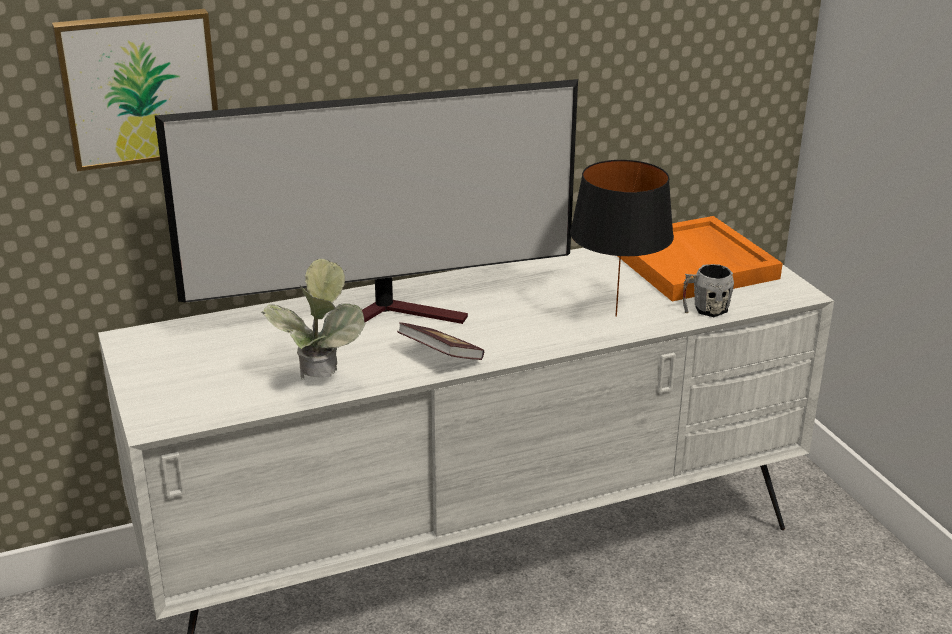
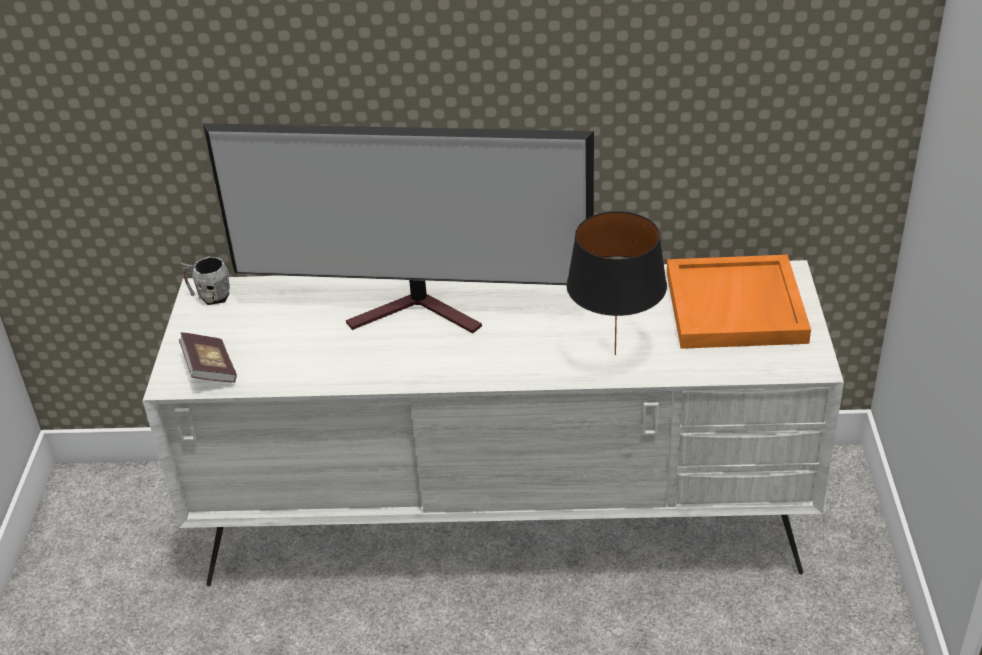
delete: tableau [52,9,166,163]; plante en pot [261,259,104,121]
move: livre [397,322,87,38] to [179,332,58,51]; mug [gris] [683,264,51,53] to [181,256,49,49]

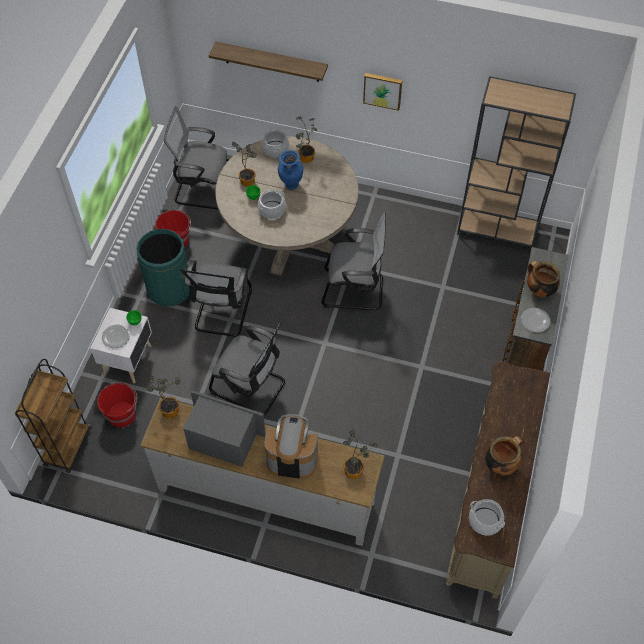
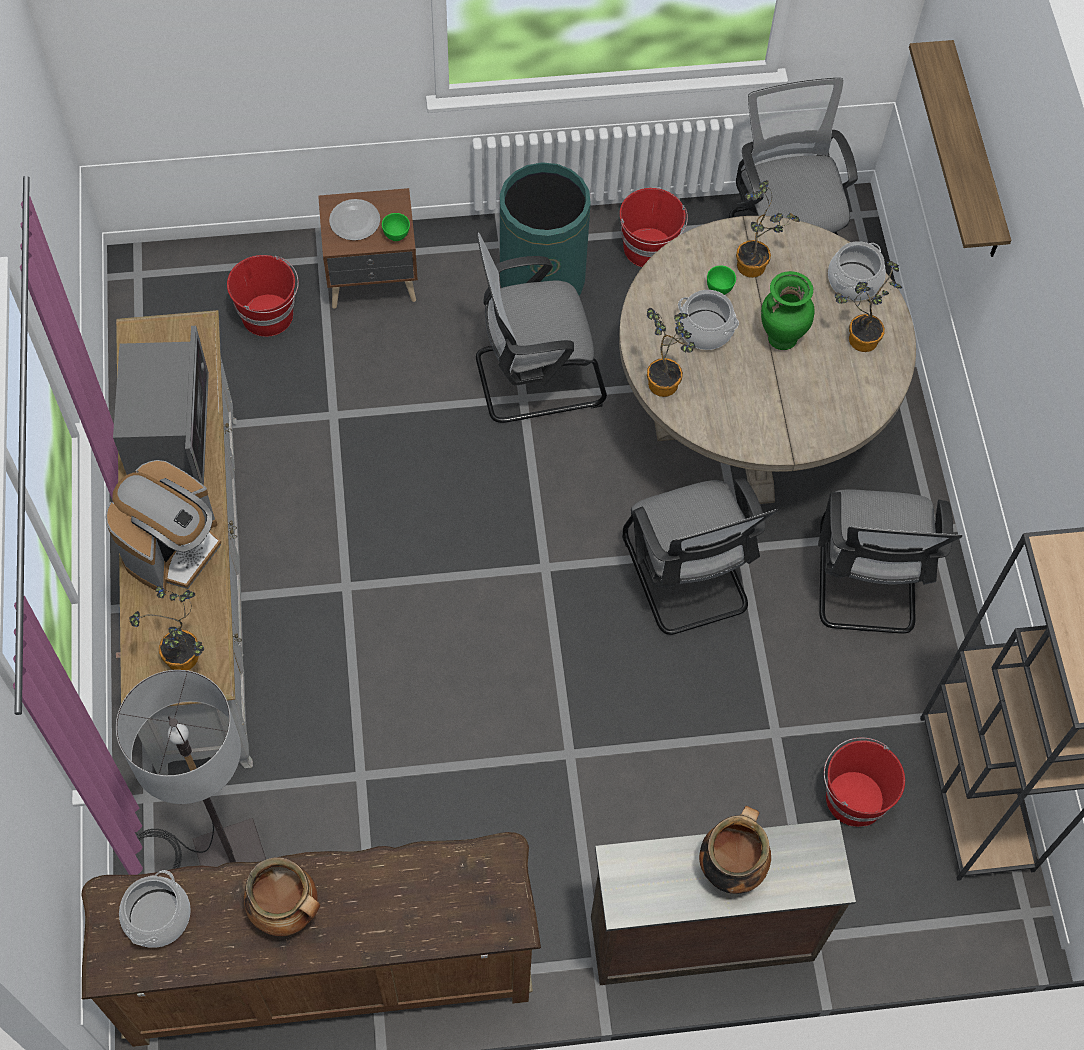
delete: chariot [marron] [15,359,76,114]; tableau [363,73,39,38]; assiette [521,308,29,24]
insert: lampadaire [116,670,150,199]; seau [rouge] [824,738,81,89]
move: plante en pot [146,376,35,42] to [647,308,49,89]; chaise [209,323,76,92] to [818,489,144,145]
recolor: table de chevet [blanc] [90,308,62,75] to table de chevet [marron] [318,188,100,121]; vase [bleu] [278,150,25,40] to vase [vert] [761,271,53,79]
rotate: machine à café [264,414,54,65] = [105,460,116,134] 45 degrees clockwise

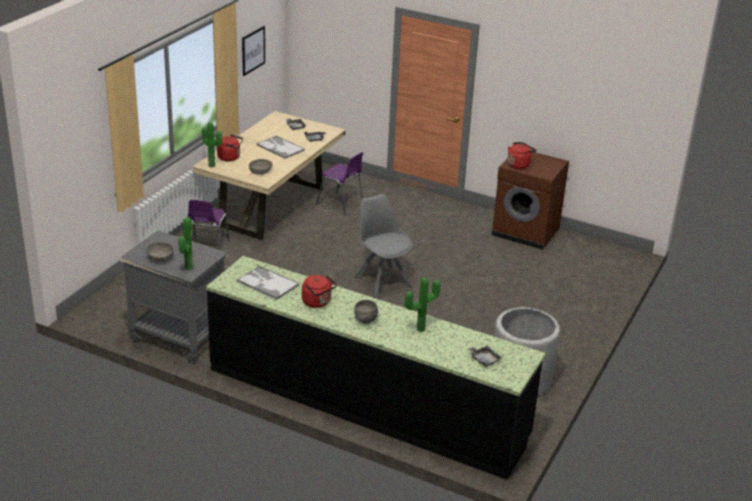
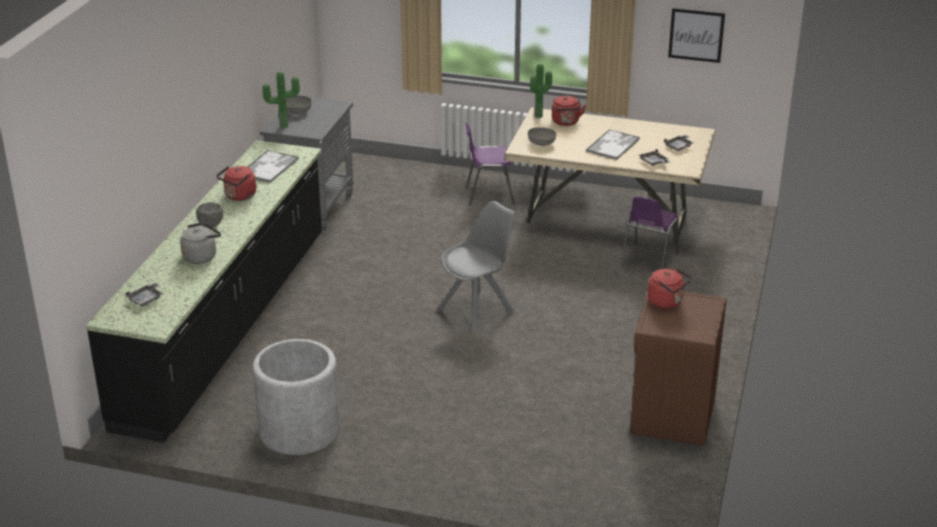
replace: plante en pot [404,278,36,54] to bouilloire [gris] [180,222,41,42]

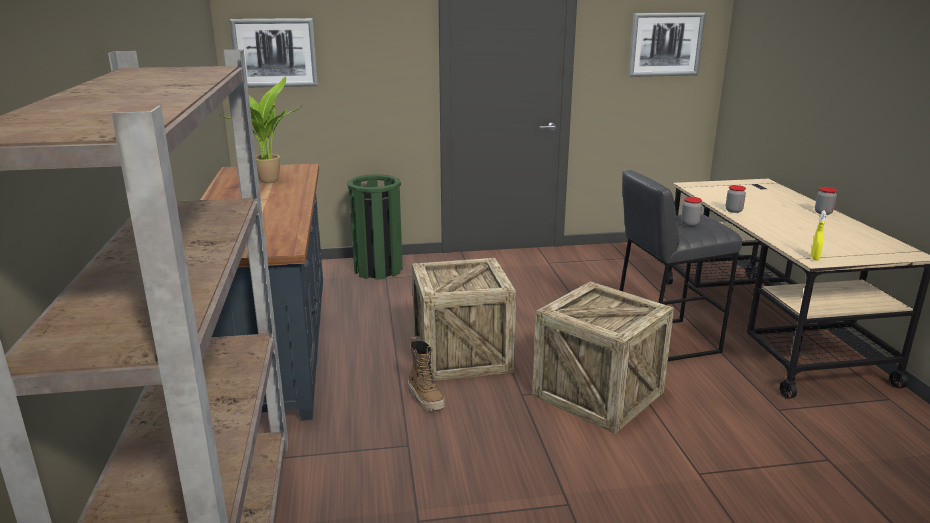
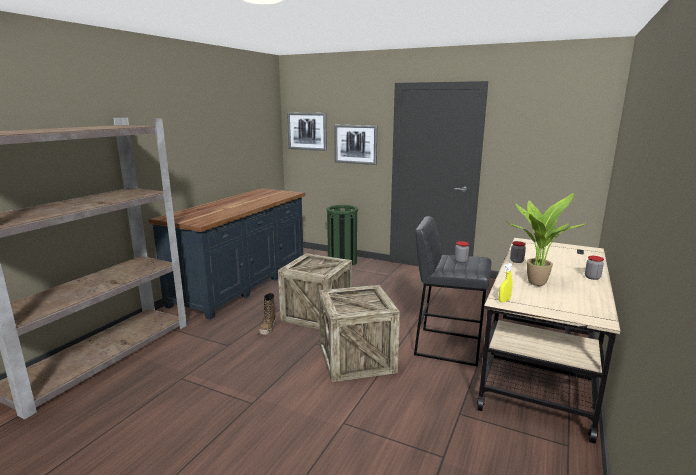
move: plante en pot [218,76,82,107] to [507,193,81,93]; tableau [628,13,78,64] to [334,125,43,40]

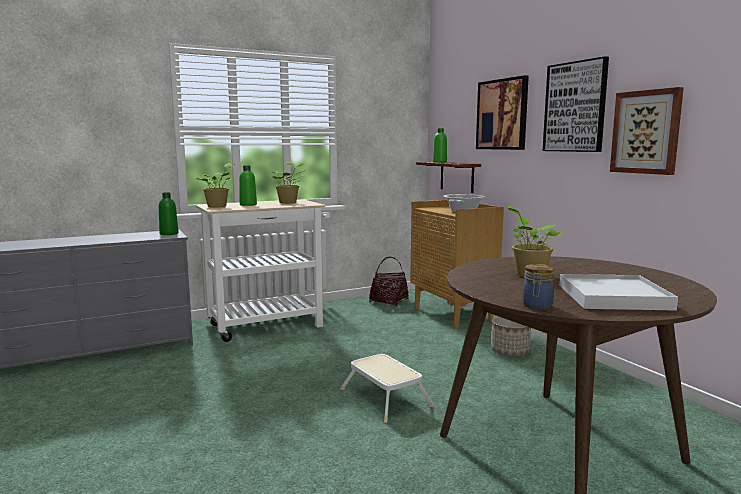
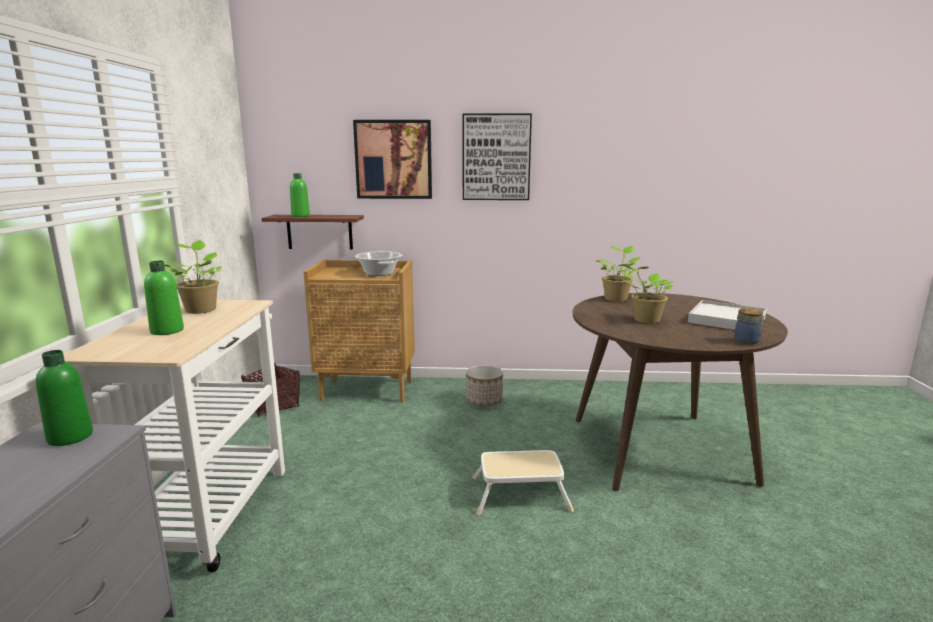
delete: tableau [610,87,74,88]
move: plante en pot [199,163,36,44] to [596,246,44,56]

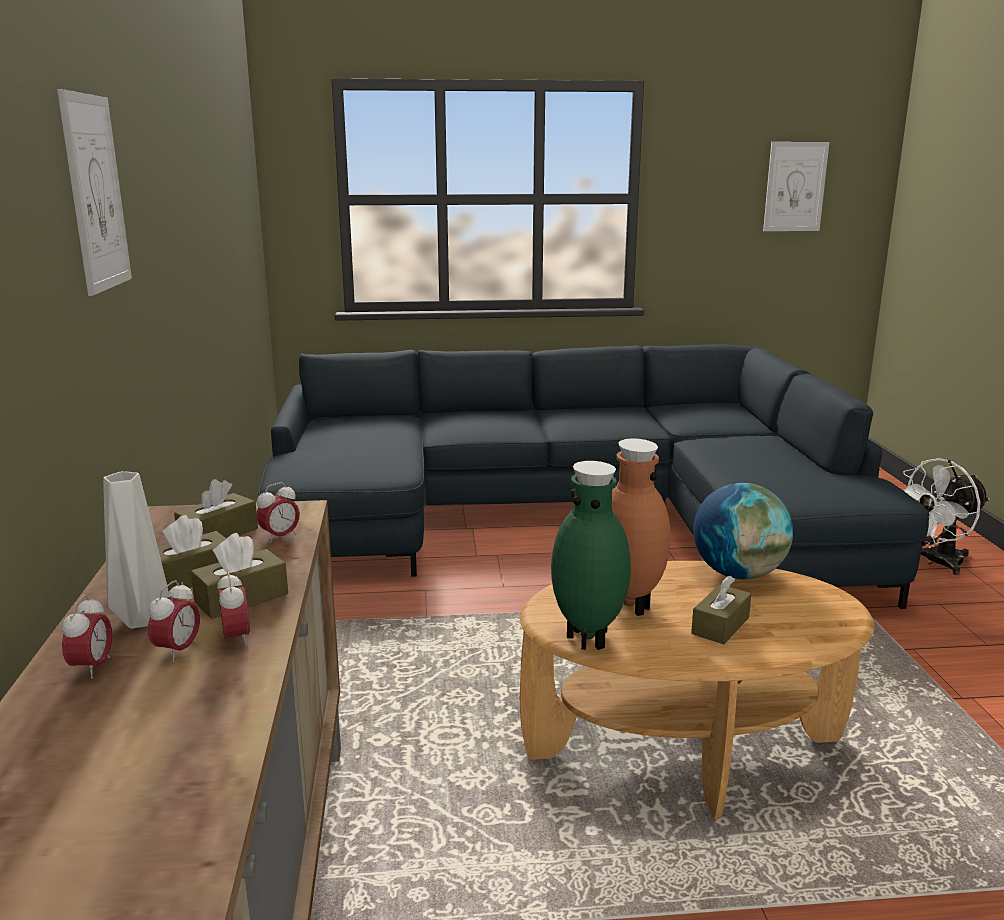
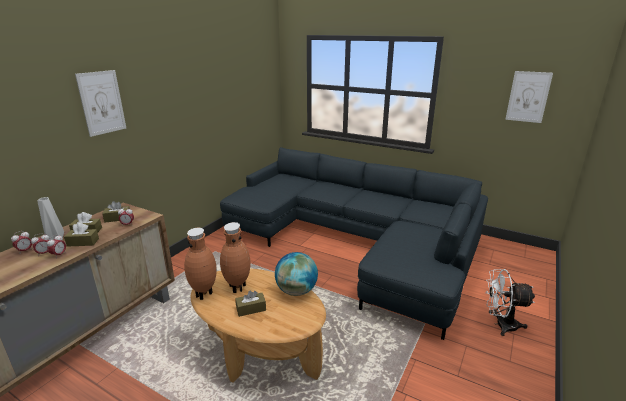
recolor: vase [vert] [551,461,80,189] to vase [marron] [184,228,33,72]

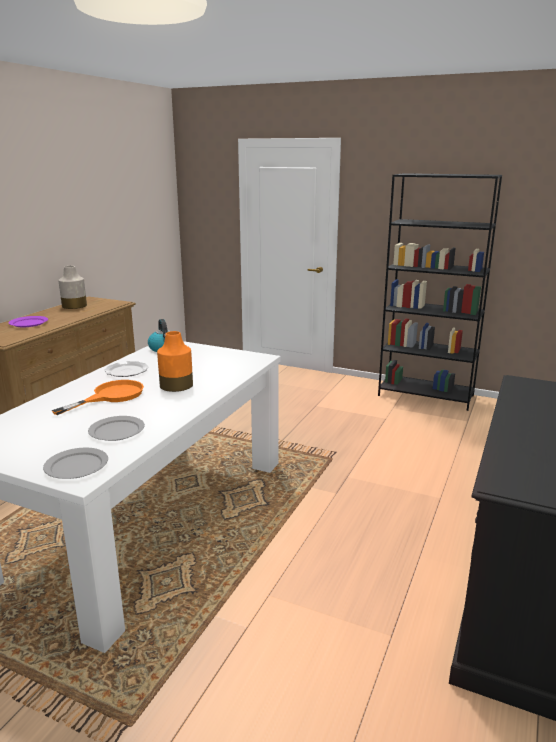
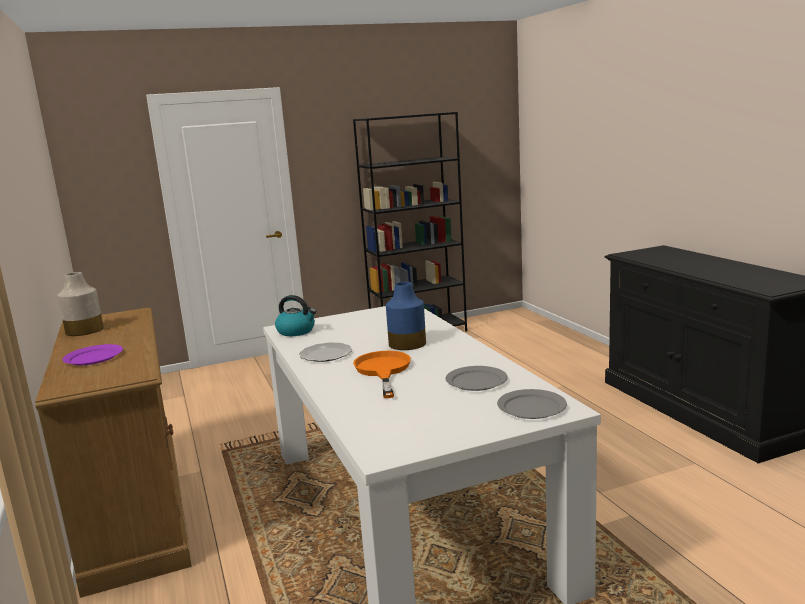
recolor: vase [orange] [157,331,36,61] to vase [bleu] [386,282,40,68]

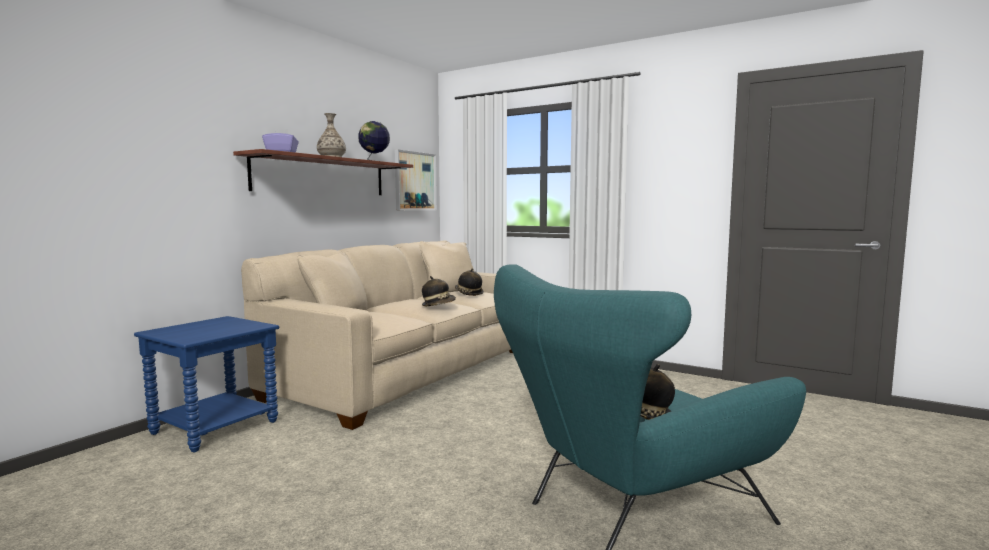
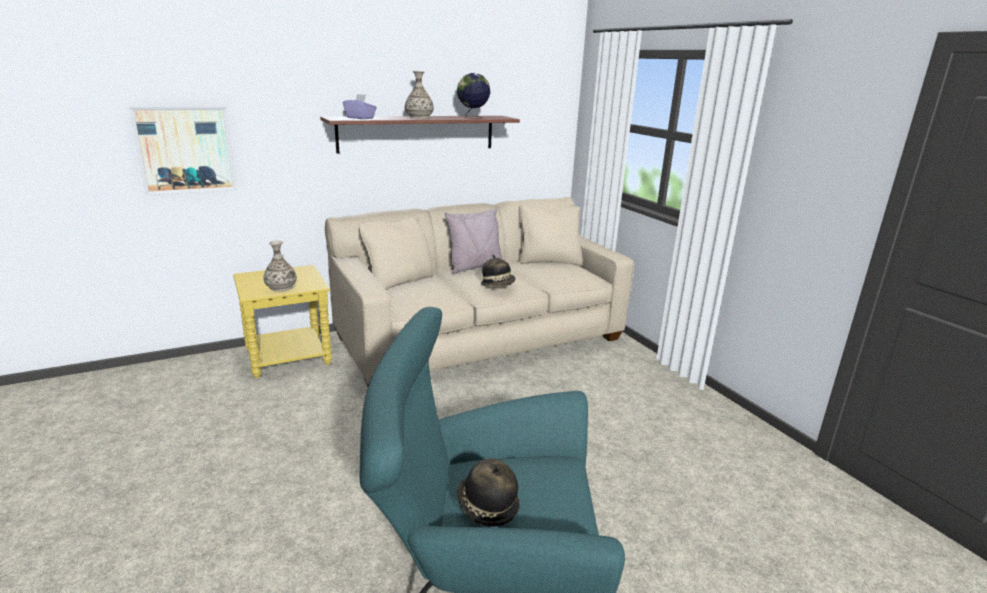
delete: chapeau [455,269,29,27]
insert: vase [264,241,33,51]; coussin [violet] [445,208,57,66]
move: tableau [395,149,42,62] to [129,106,108,89]
recolor: table d'appoint [bleu] [134,316,145,136] to table d'appoint [jaune] [233,265,99,113]

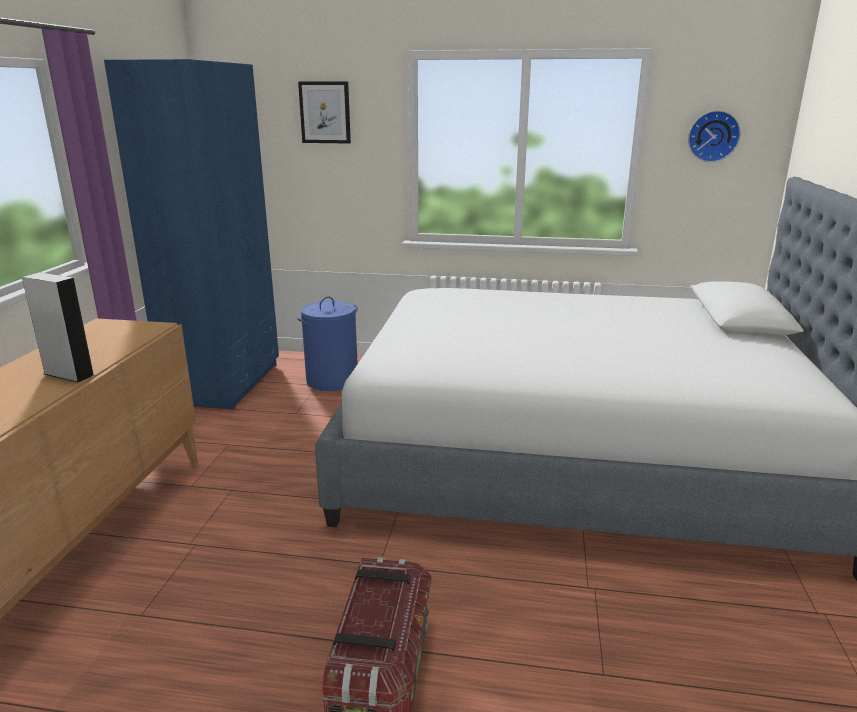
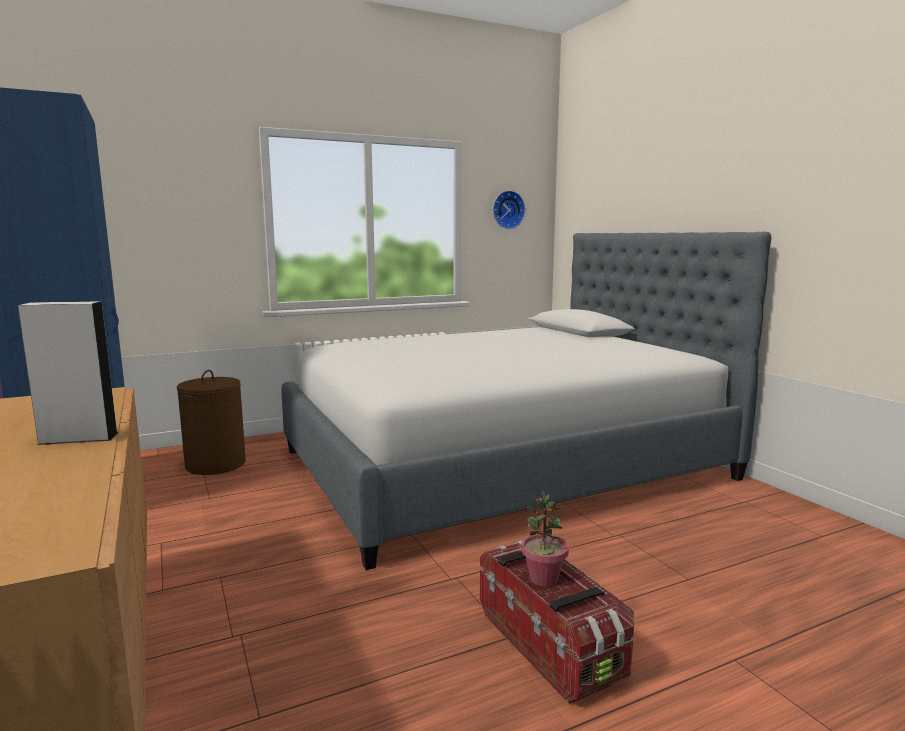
delete: tableau [298,81,53,63]
insert: plante en pot [522,491,47,96]
recolor: panier à linge [bleu] [297,297,61,94] to panier à linge [marron] [177,370,69,105]

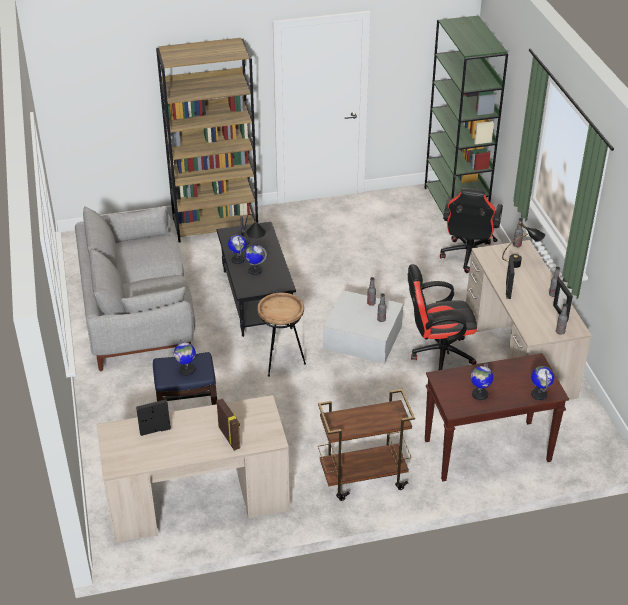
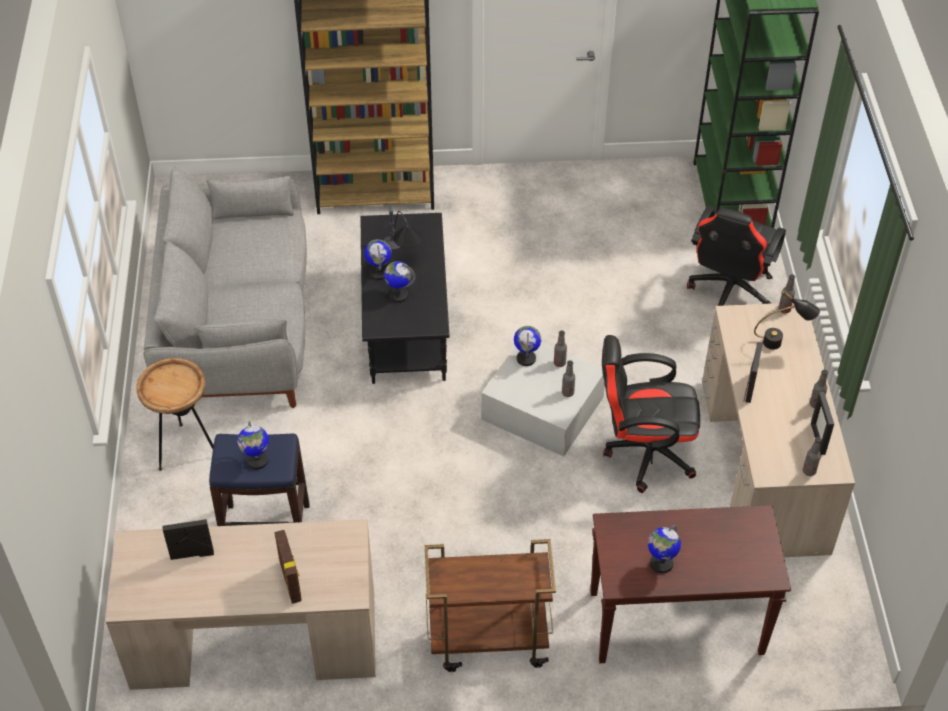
move: table d'appoint [marron] [257,293,49,84] to [136,358,78,113]; globe [531,366,23,34] to [514,326,27,40]

